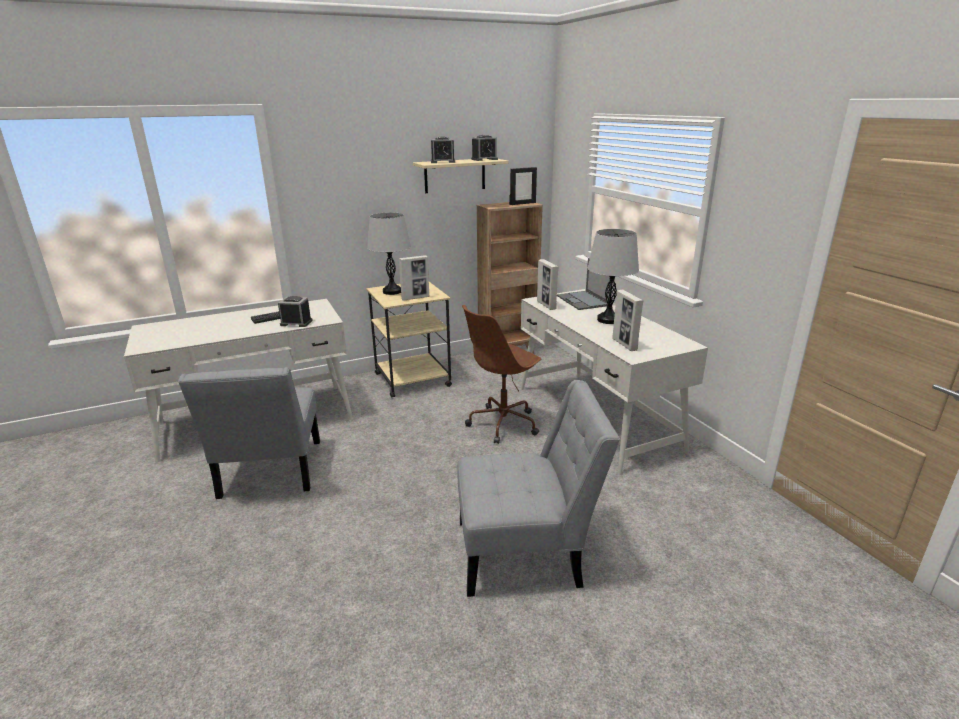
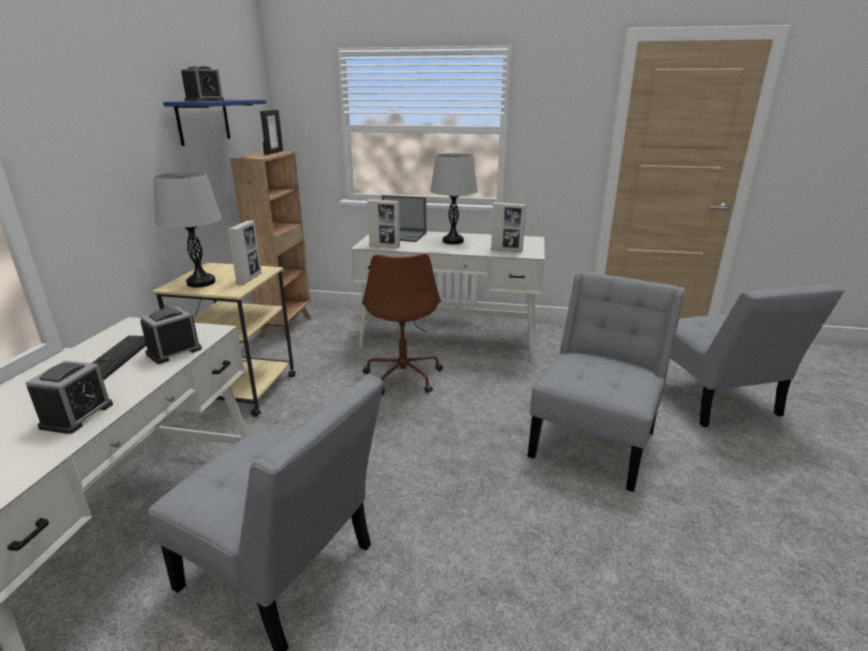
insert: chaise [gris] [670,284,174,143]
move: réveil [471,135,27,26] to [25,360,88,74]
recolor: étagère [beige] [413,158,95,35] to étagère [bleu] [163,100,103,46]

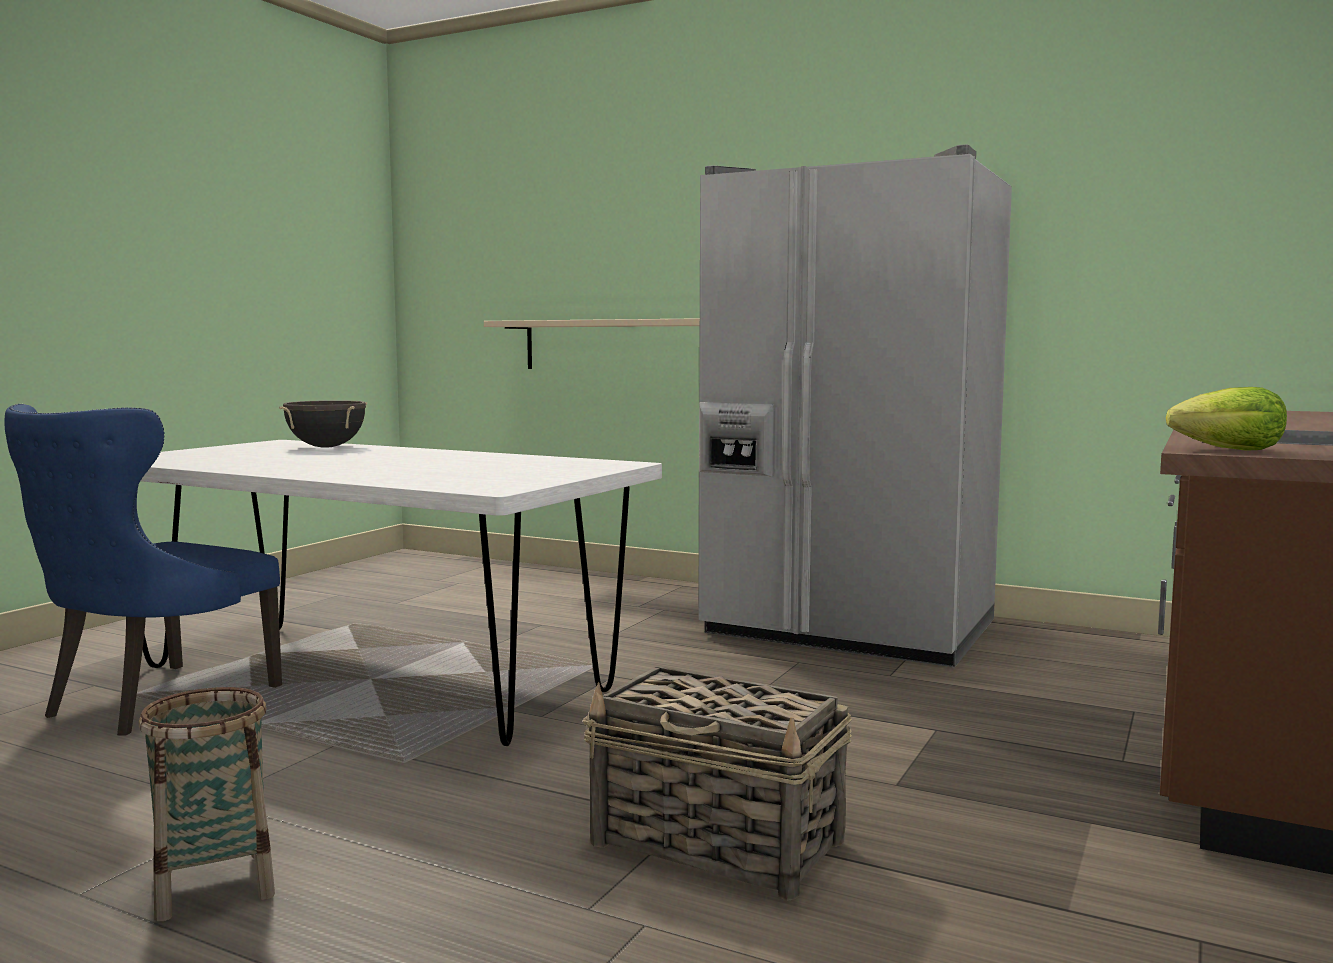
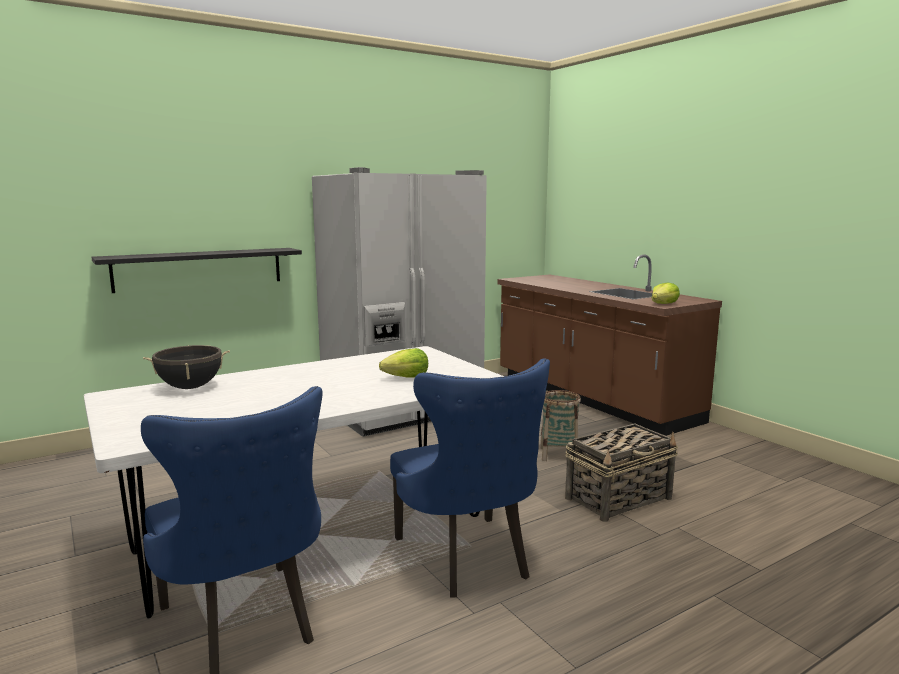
insert: laitue [379,348,49,29]; chaise [bleu] [390,358,160,239]
move: panier [139,687,136,234] to [540,390,41,71]
recolor: étagère [beige] [484,318,216,51] to étagère [noir] [91,248,211,45]

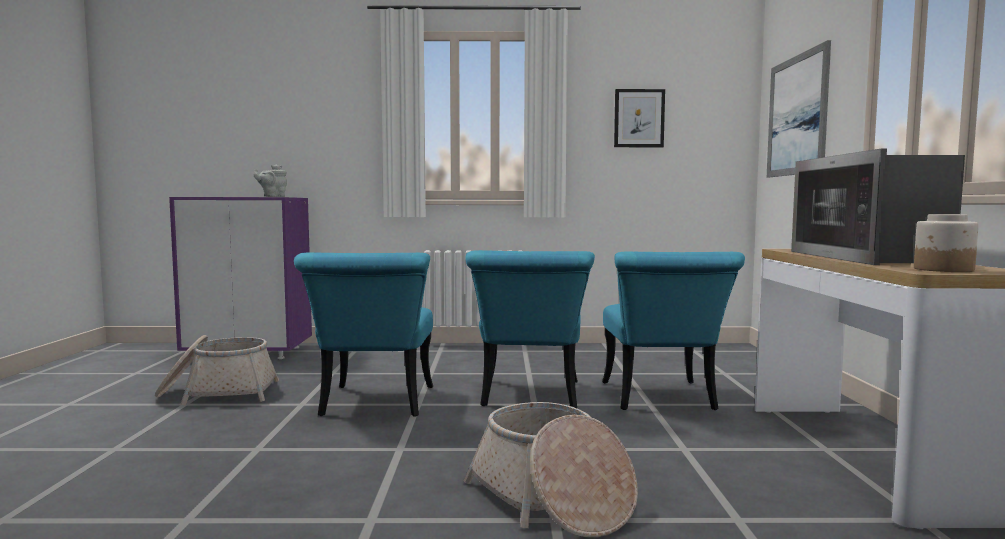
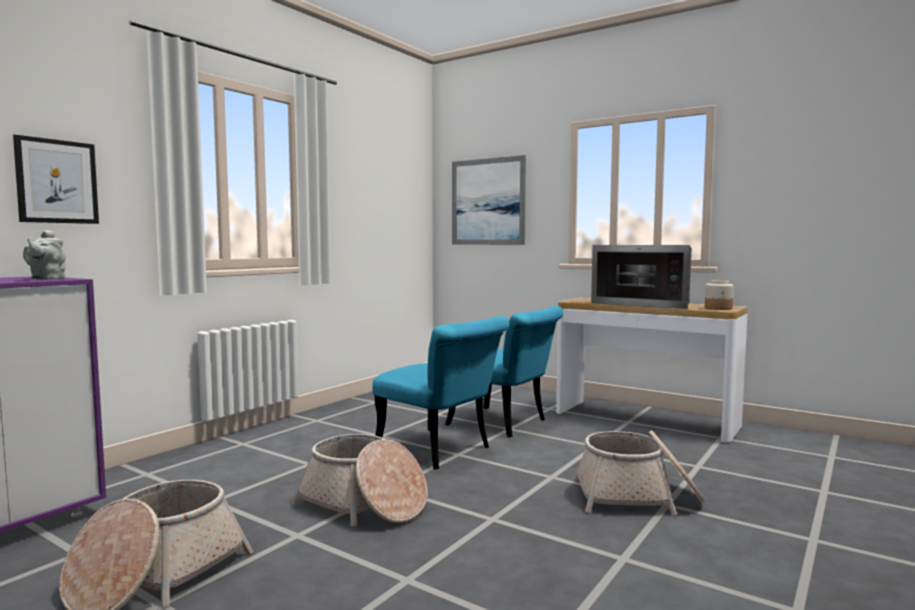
move: tableau [614,89,51,58] to [13,135,86,89]
replace: chaise [turquoise] [294,252,139,164] to panier [292,434,136,92]

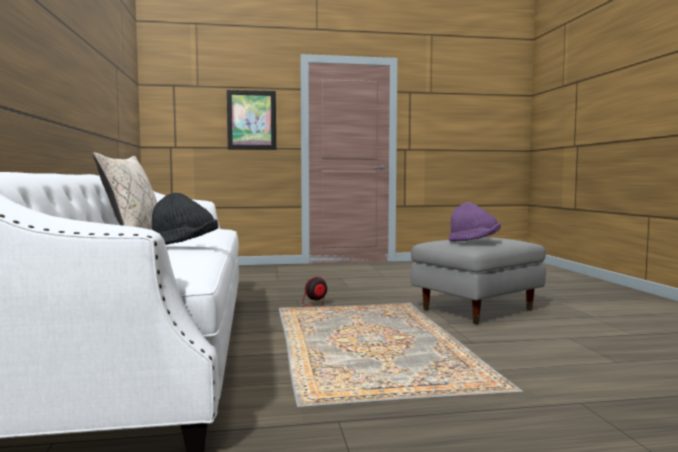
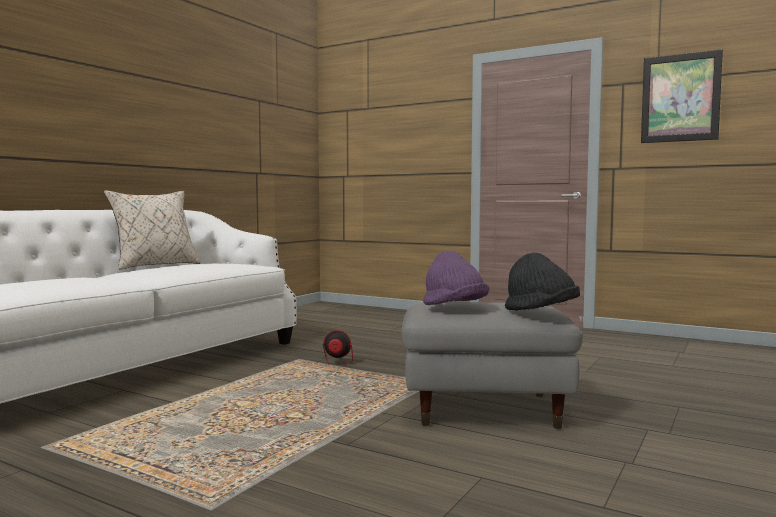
move: chapeau [noir] [152,193,66,52] to [505,253,75,57]; tableau [227,90,49,60] to [641,49,82,94]

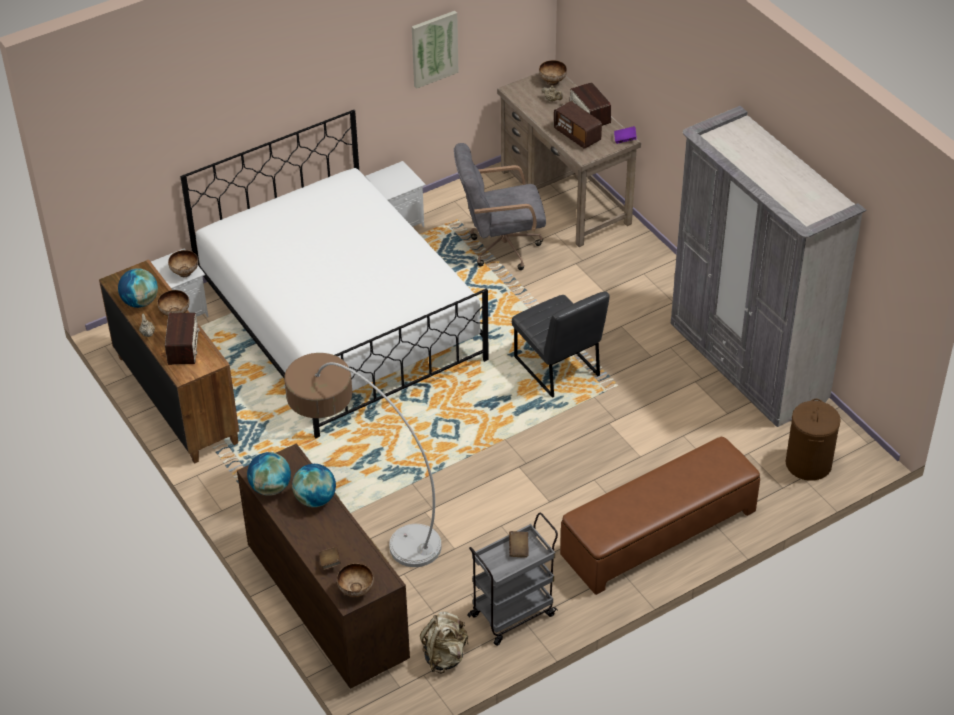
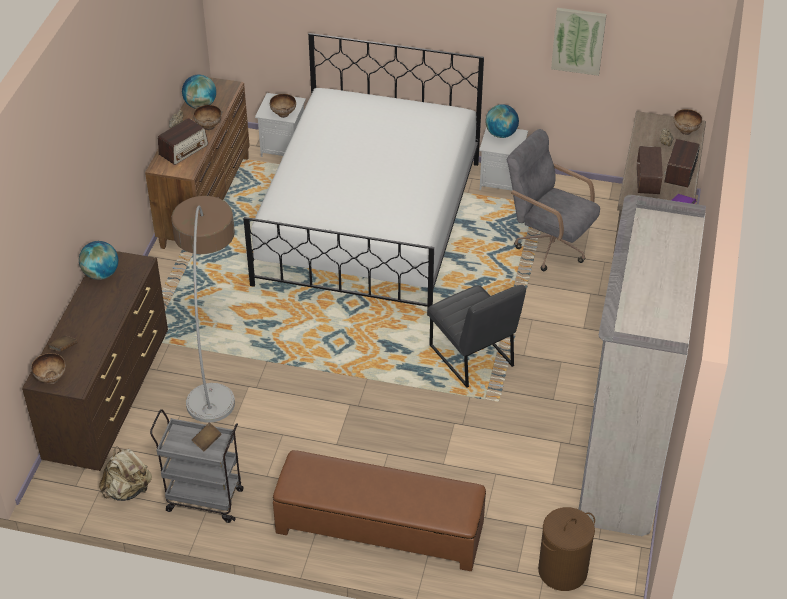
move: globe [292,464,44,43] to [485,104,34,34]
rotate: chaise [gris] [512,292,98,106] = [428,285,98,102] 45 degrees counterclockwise

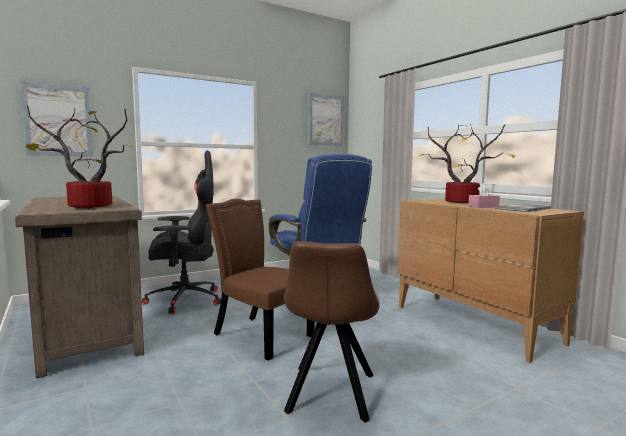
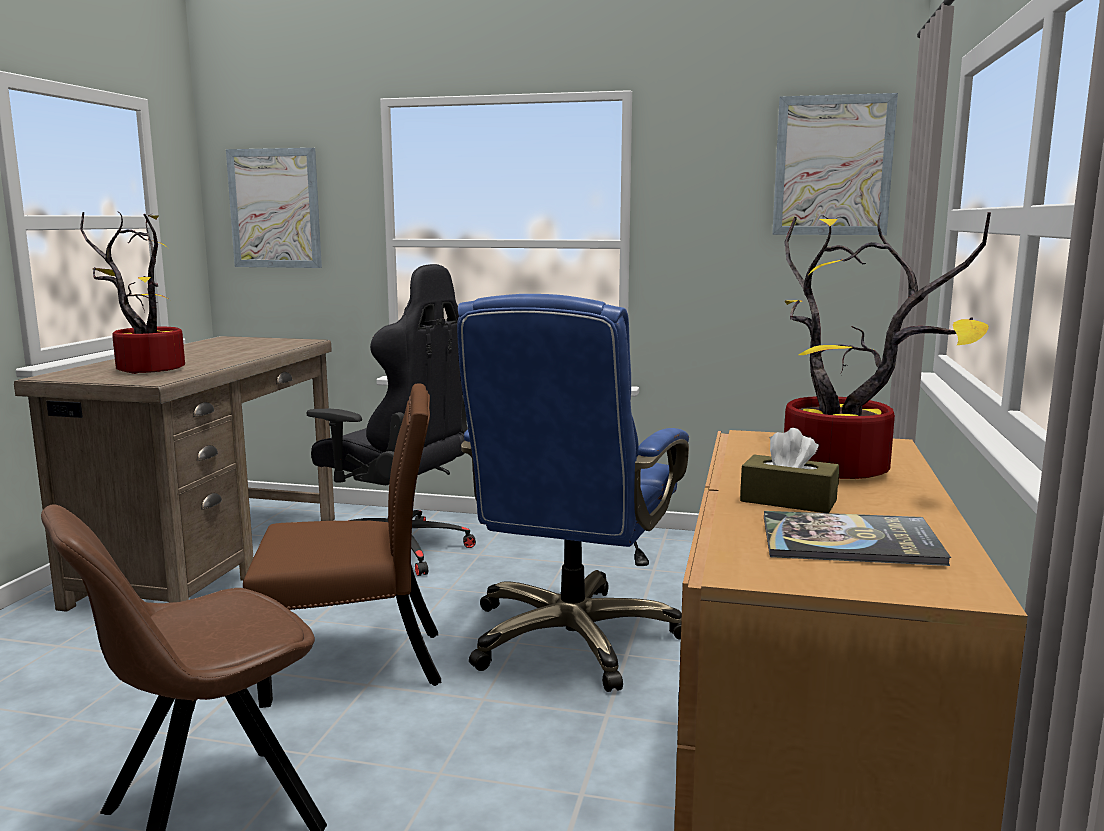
recolor: boîte à mouchoirs [rose] [468,184,32,24] to boîte à mouchoirs [marron] [740,428,99,85]
rotate: chaise [marron] [206,199,109,162] = [243,383,198,325] 90 degrees clockwise

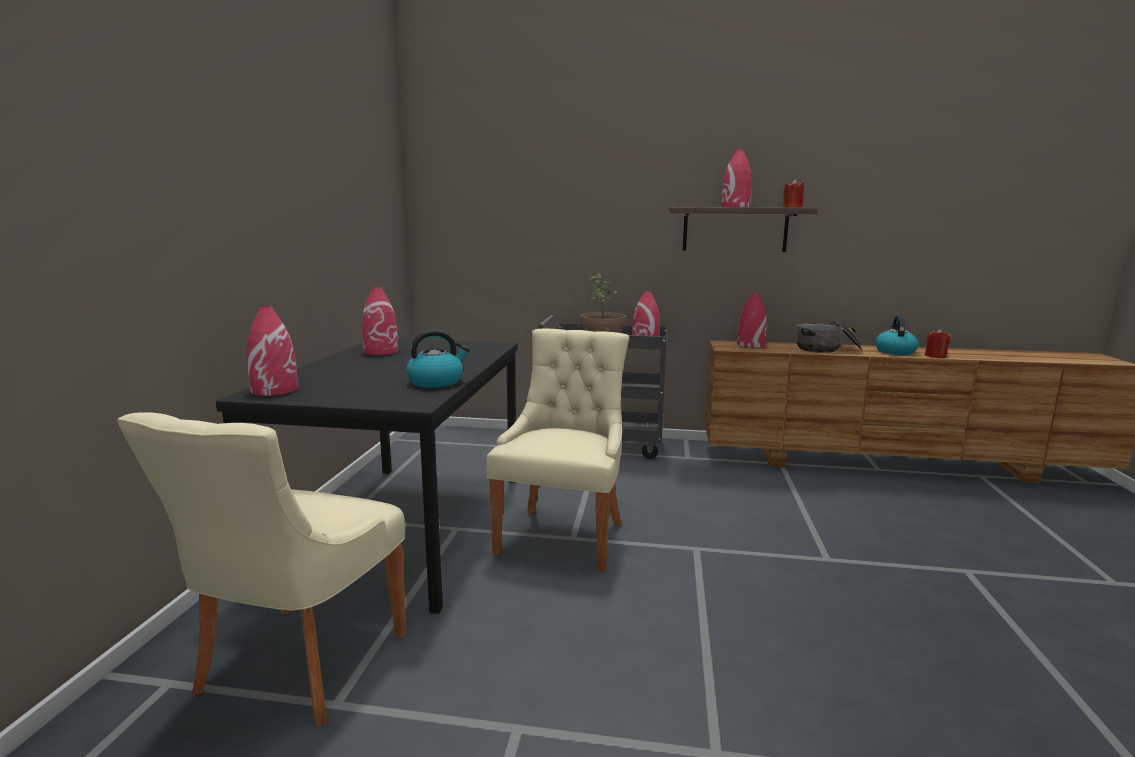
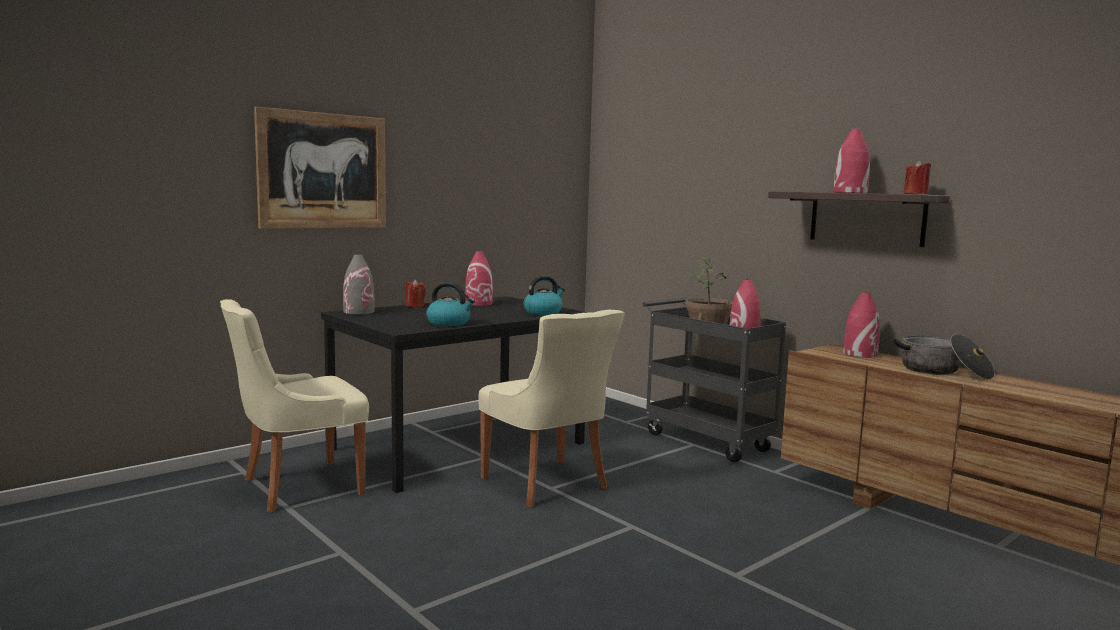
insert: tableau [254,107,132,122]
move: bouilloire [875,316,44,39] to [523,276,42,39]; bougie [rouge] [925,329,26,29] to [405,279,21,28]
recolor: vase [rouge] [247,306,51,90] to vase [gris] [343,254,32,61]
rotate: chaise [beige] [486,328,143,244] = [478,310,147,197] 90 degrees clockwise

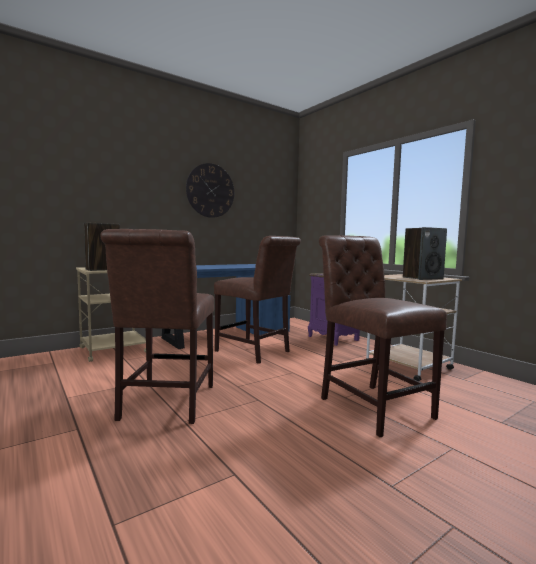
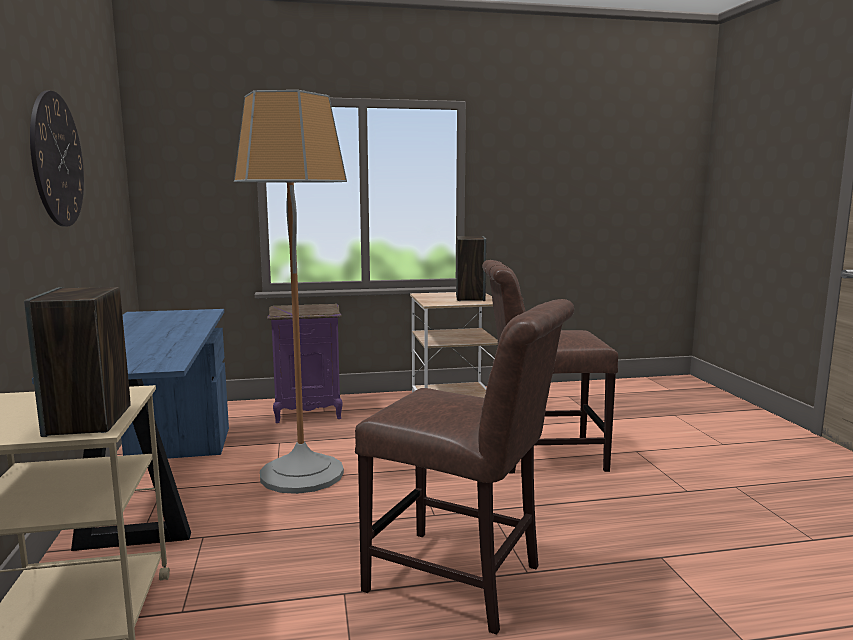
replace: chaise [marron] [214,236,87,128] to lampadaire [234,90,113,404]

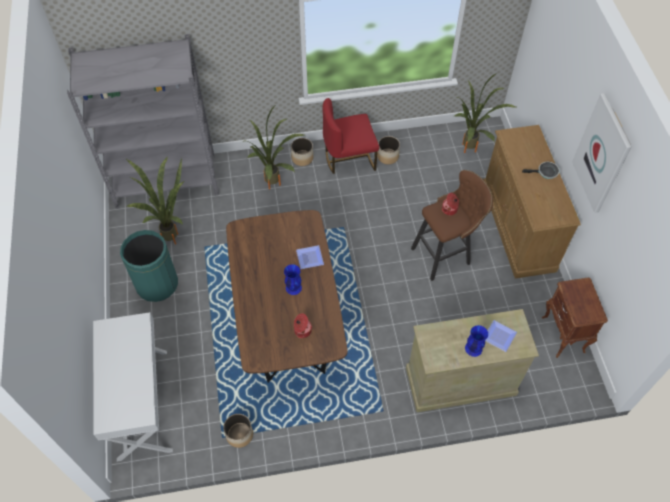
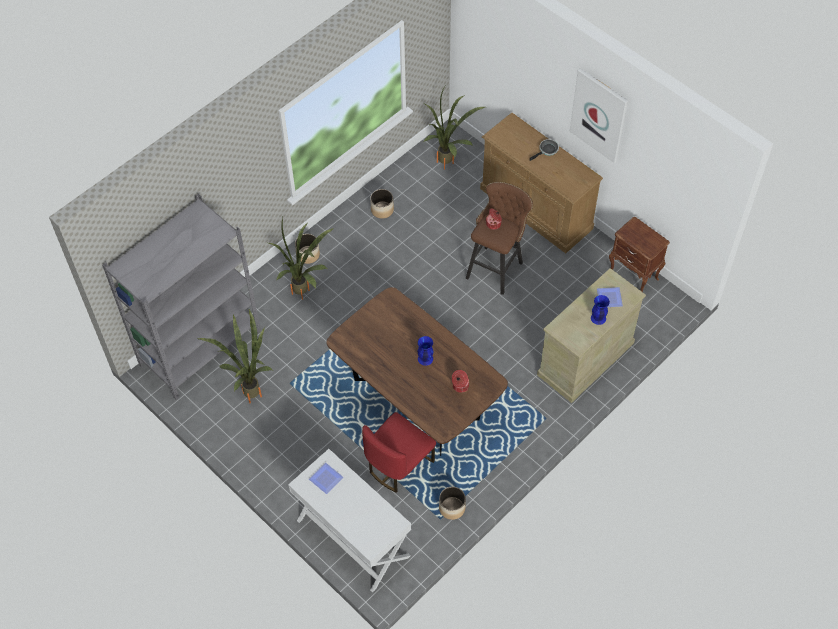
delete: poubelle [vert] [120,230,58,72]
move: assiette [296,245,28,24] to [309,463,34,31]; chaise [rouge] [323,98,56,76] to [362,412,74,80]

